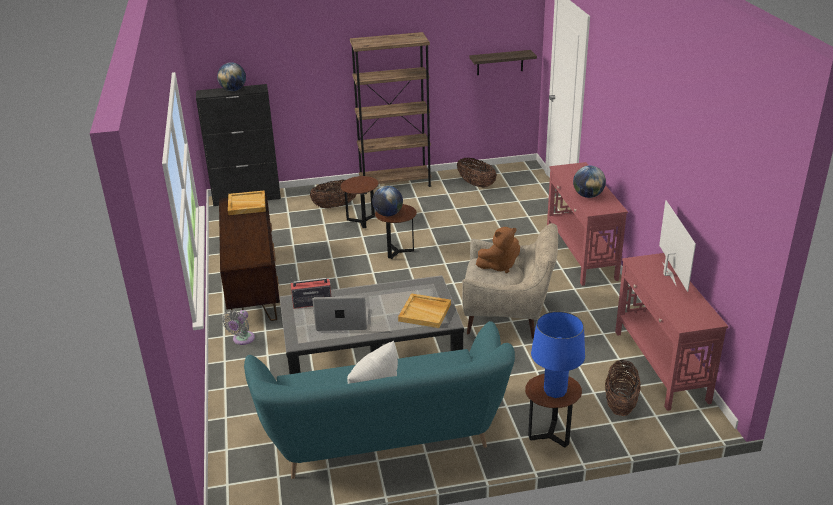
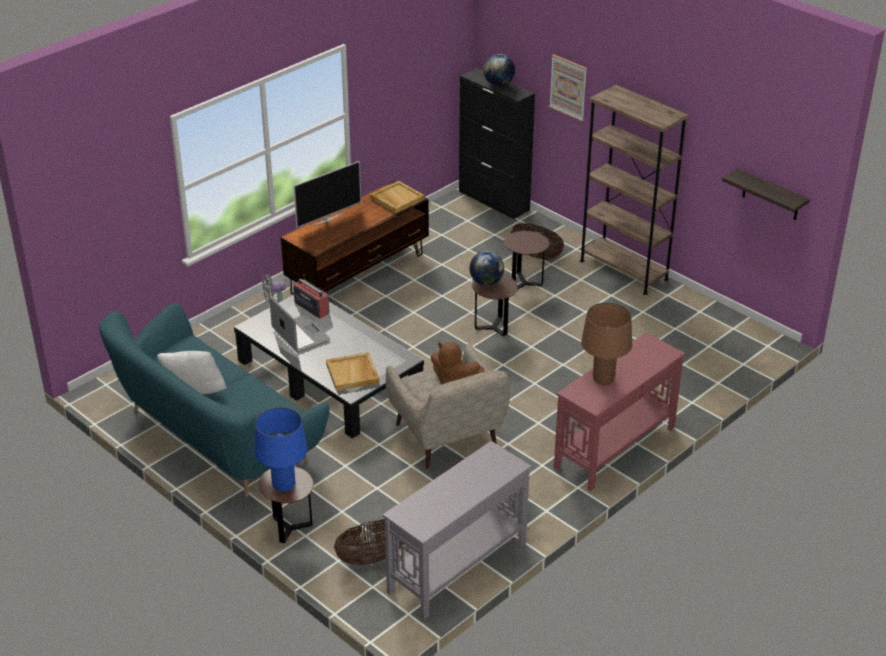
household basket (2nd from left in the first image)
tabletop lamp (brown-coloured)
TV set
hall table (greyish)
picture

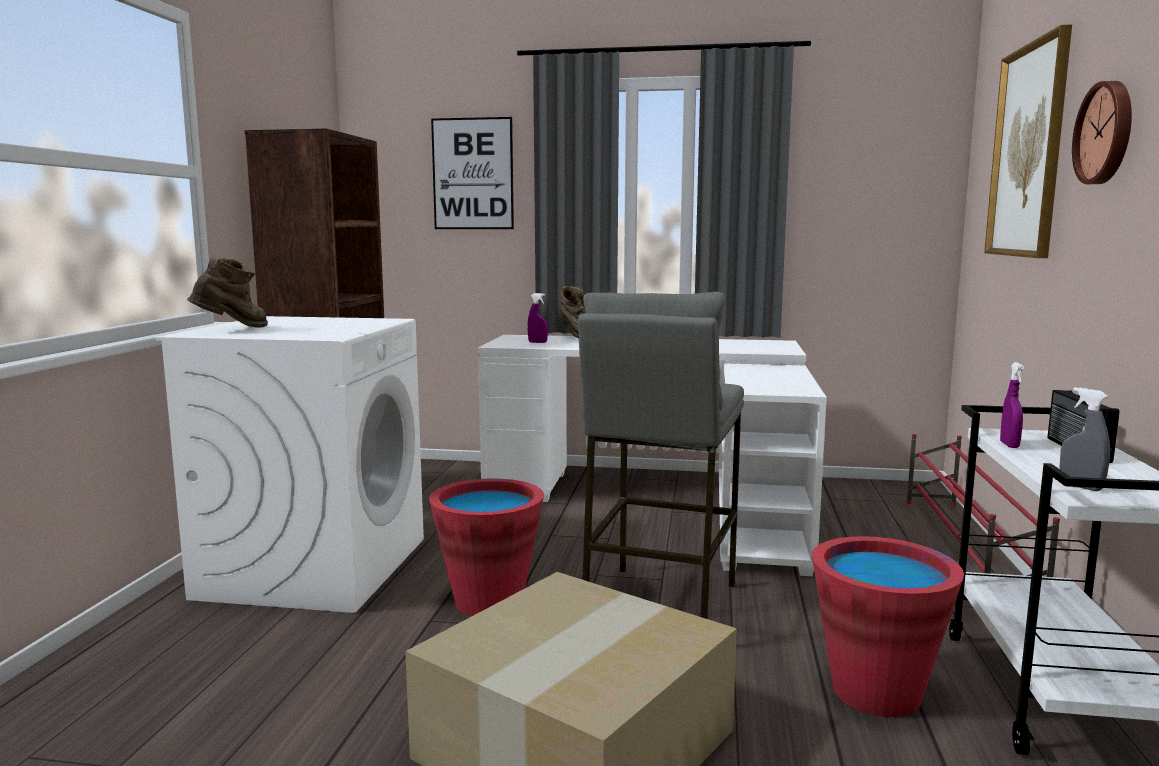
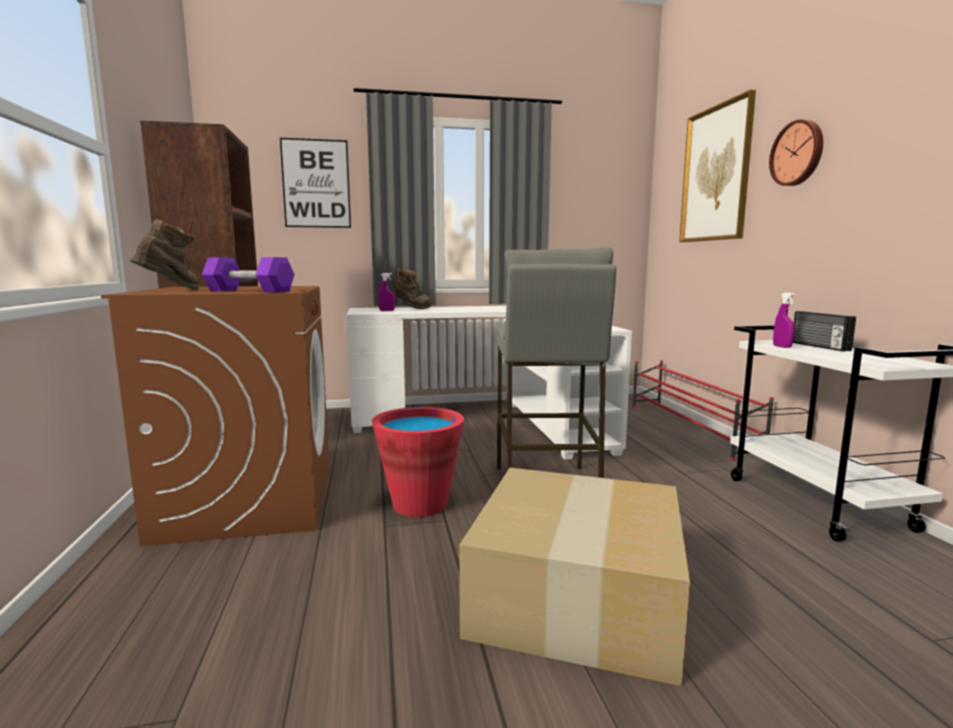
laundry machine (brown-coloured)
sprayer (greyish)
pail (red) (2nd from left in the first image)
hand weight (purple)

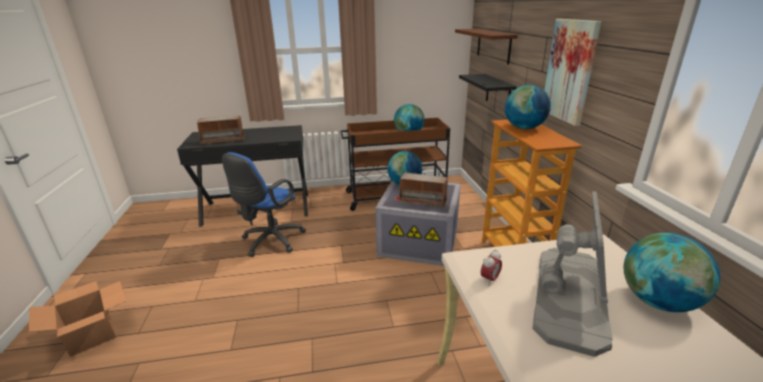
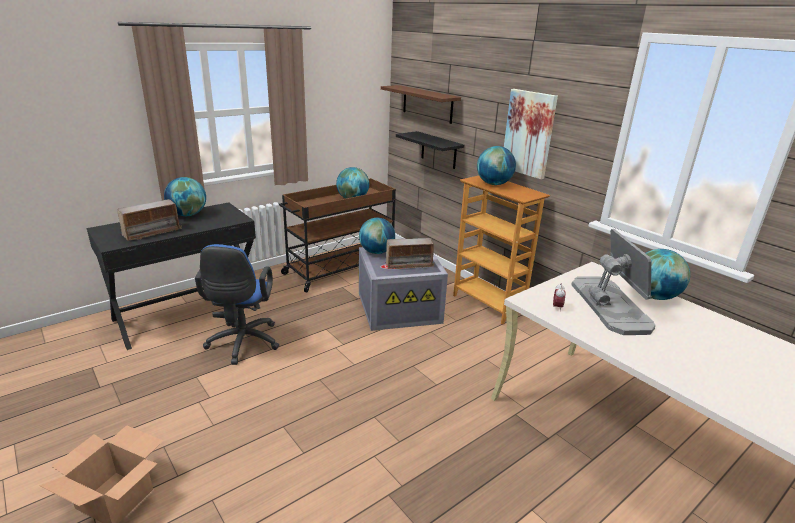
world globe (1st from left)

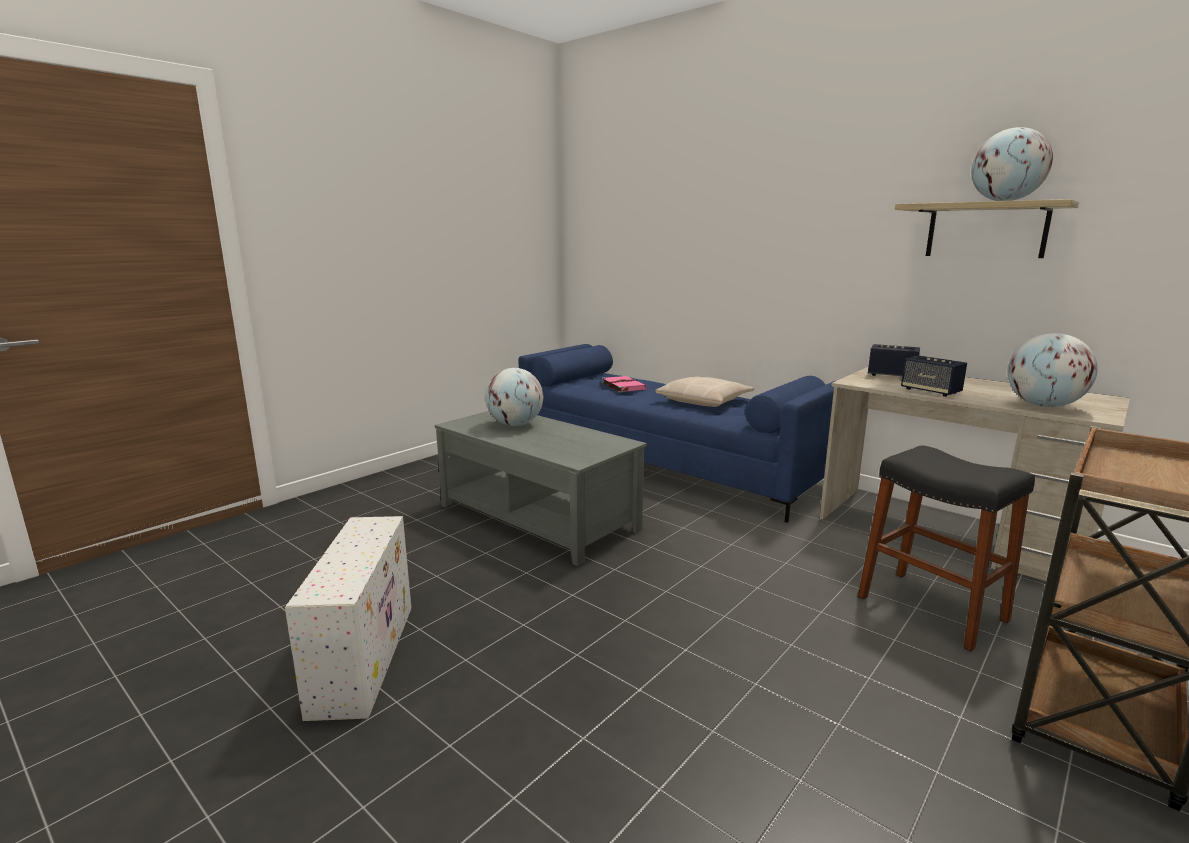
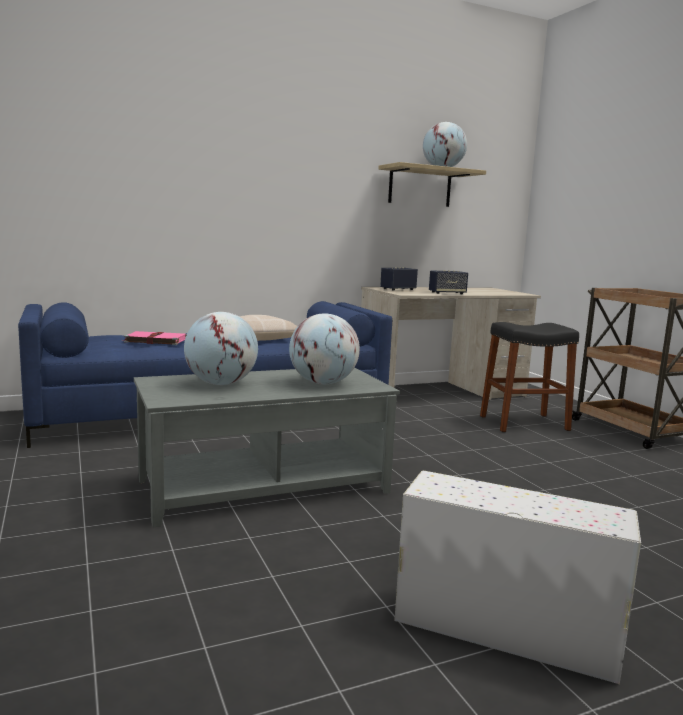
world globe (2nd from left)

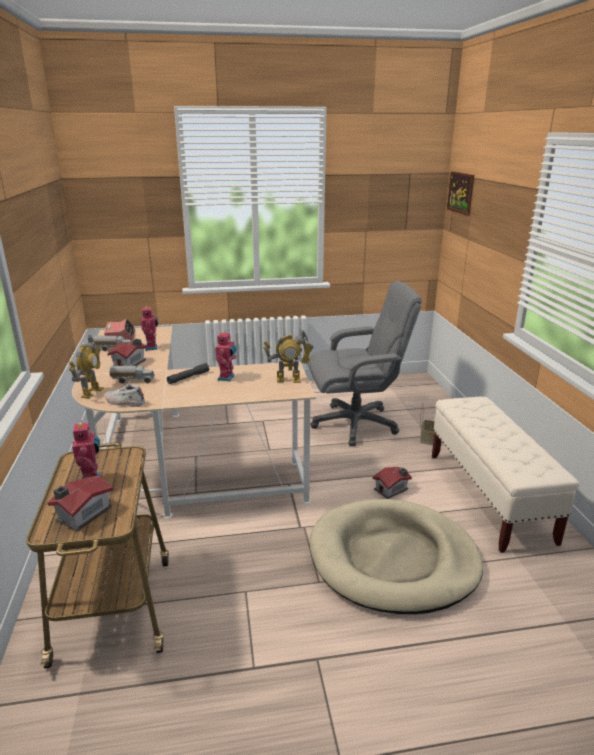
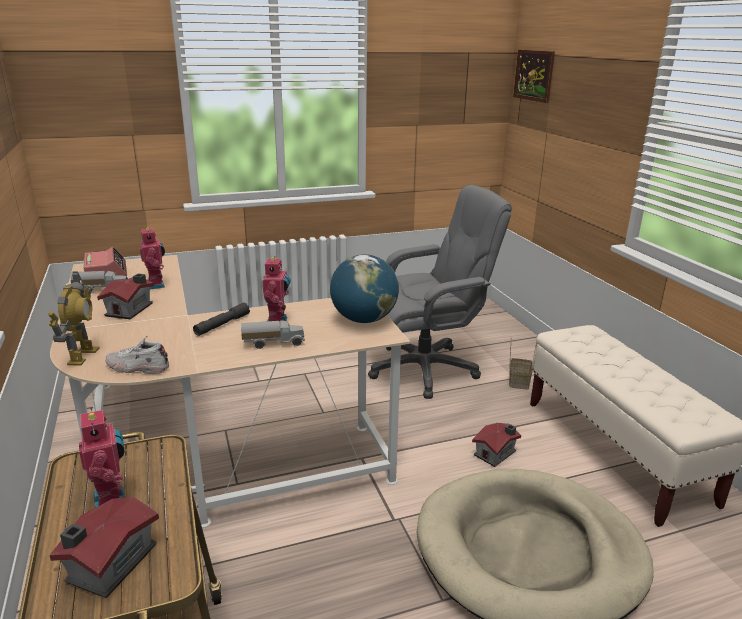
world globe
toy truck (2nd from left)

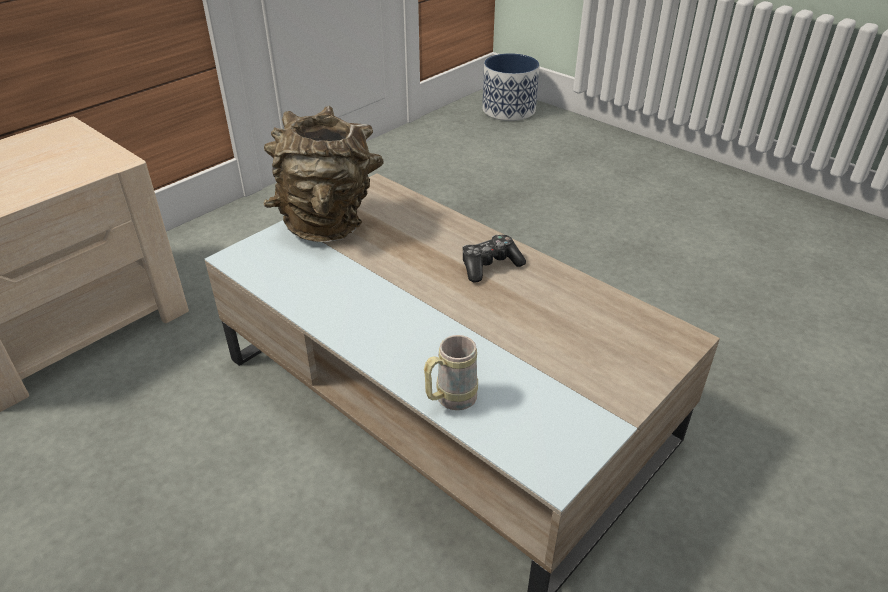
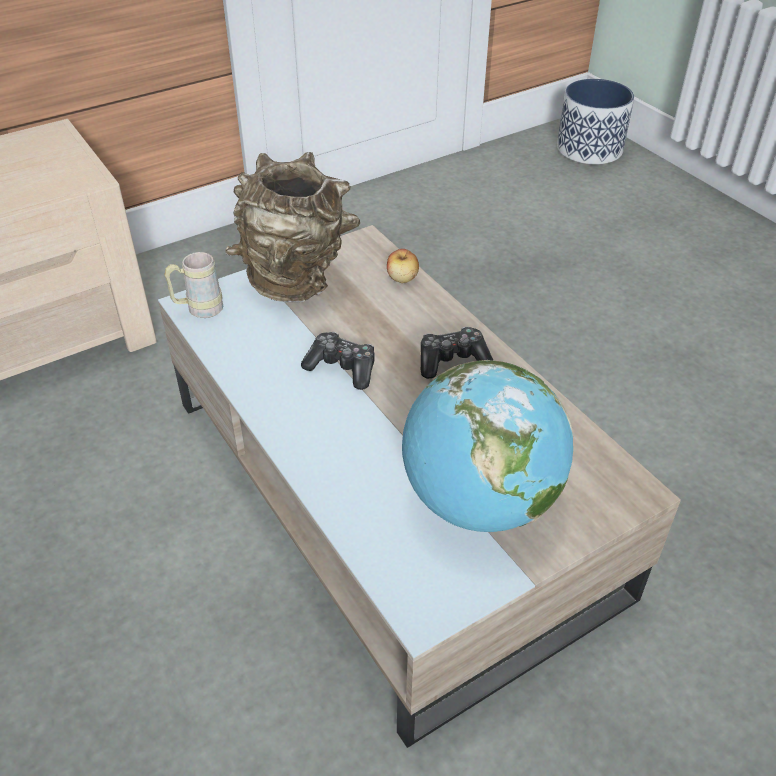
mug (sand-coloured)
apple
joypad (1st from left)
world globe

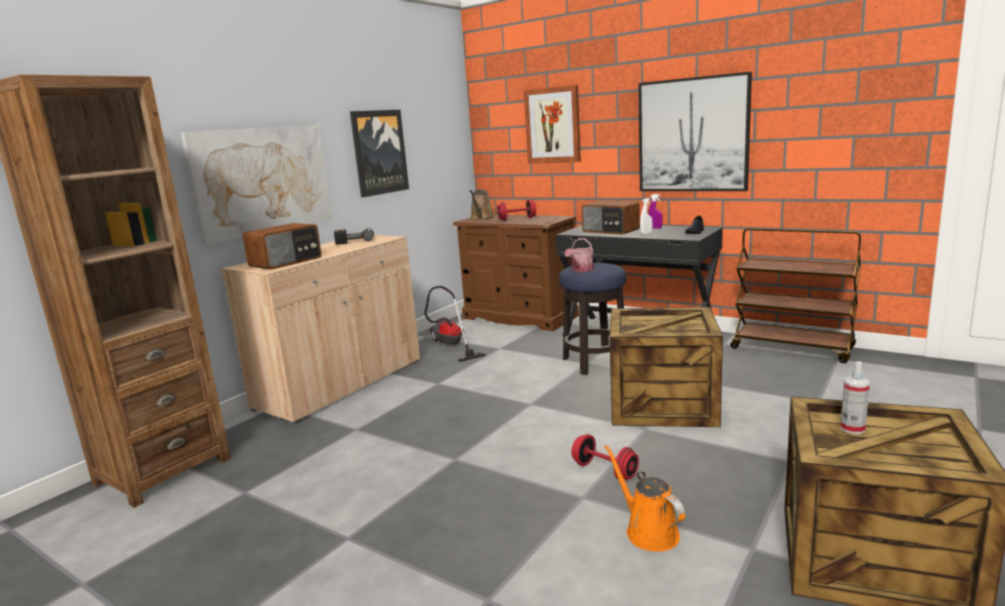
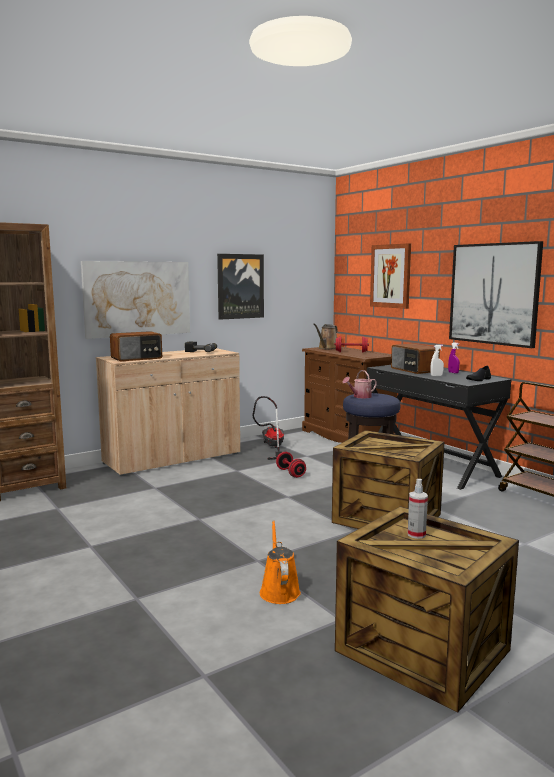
hand weight (red) (1st from left)

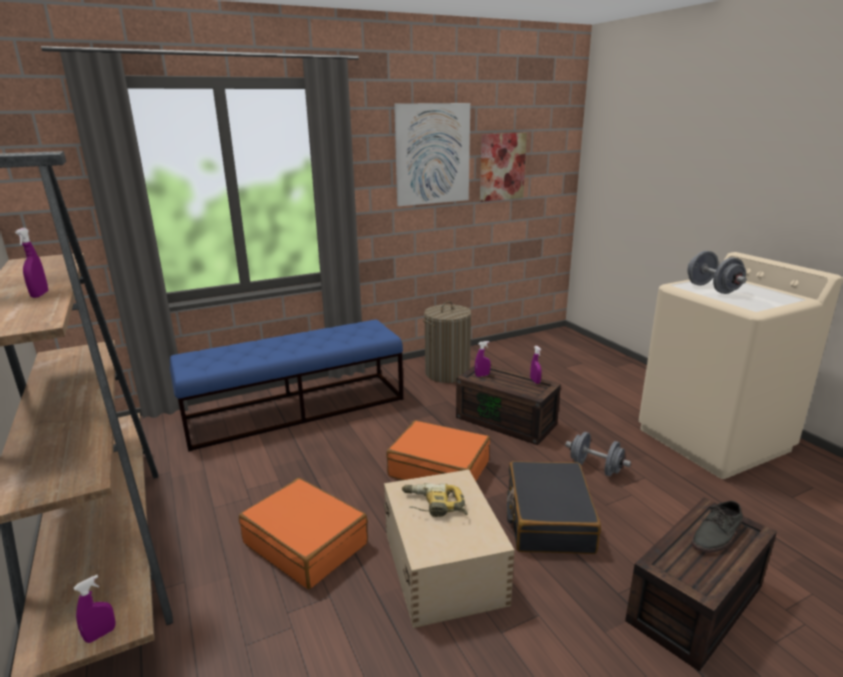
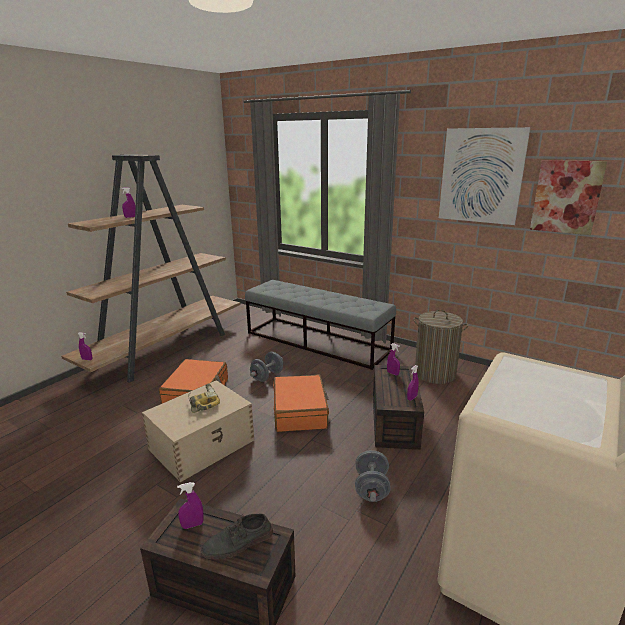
hand weight (greyish) (1st from left)
long seat (greyish)
travel case (blackish)
low shoe (greyish)
sprayer (purple) (3rd from left)

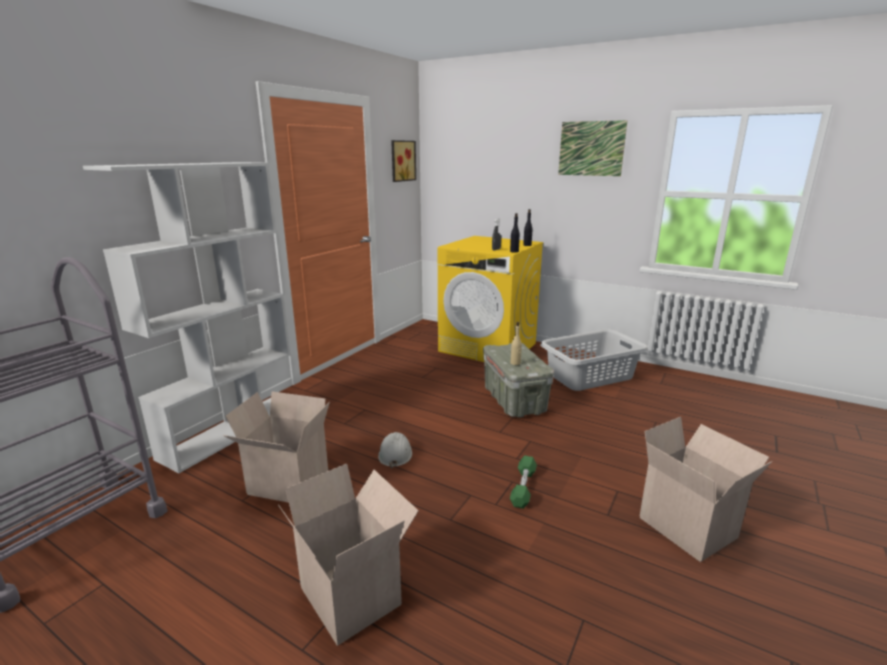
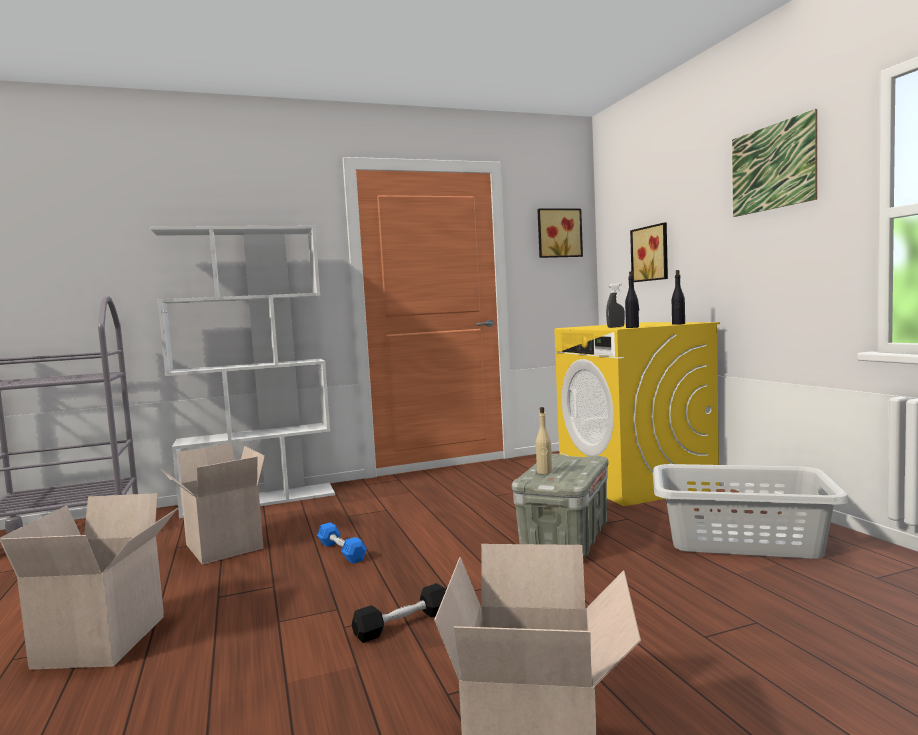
hand weight (bluish)
hand weight (blackish)
picture (2nd from left)

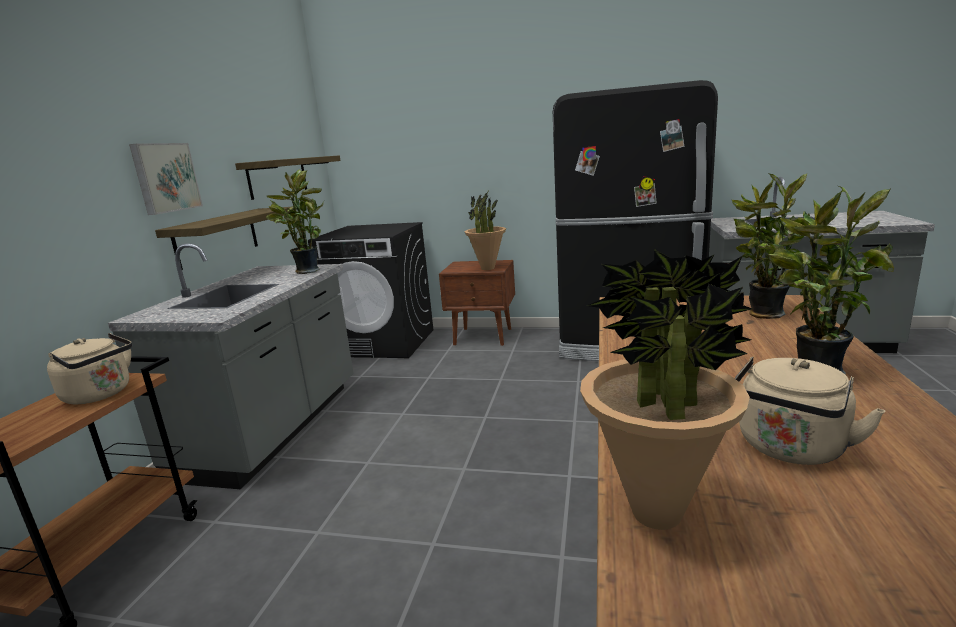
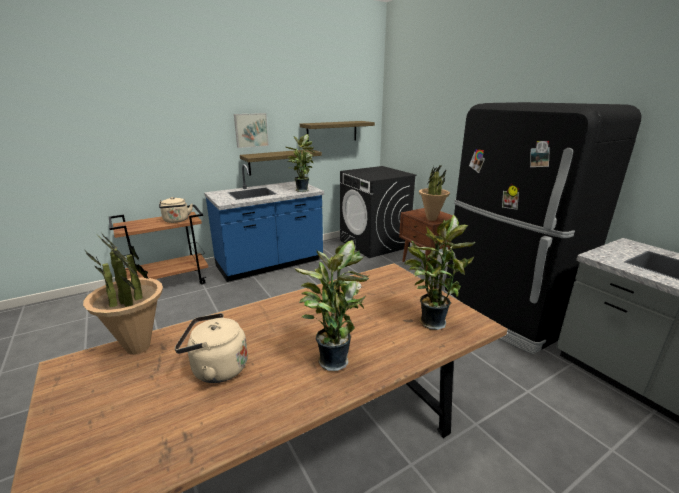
kitchen counter (bluish)

